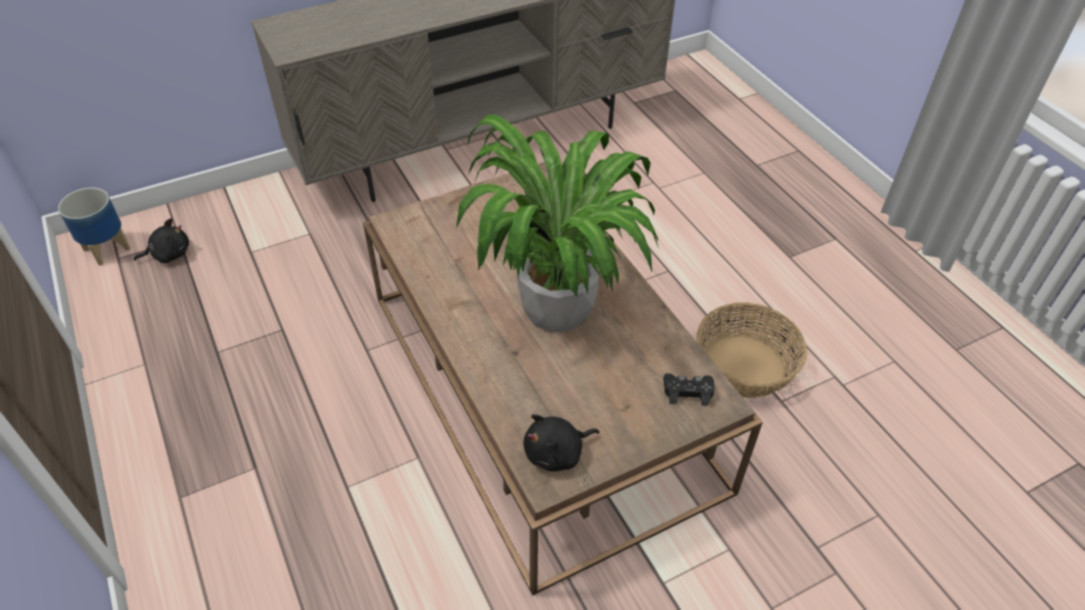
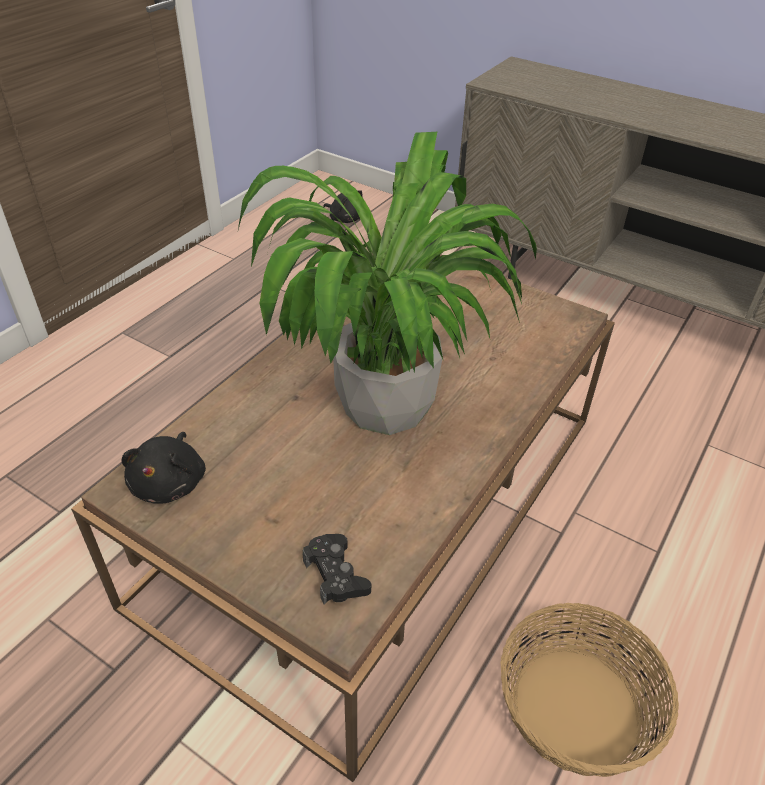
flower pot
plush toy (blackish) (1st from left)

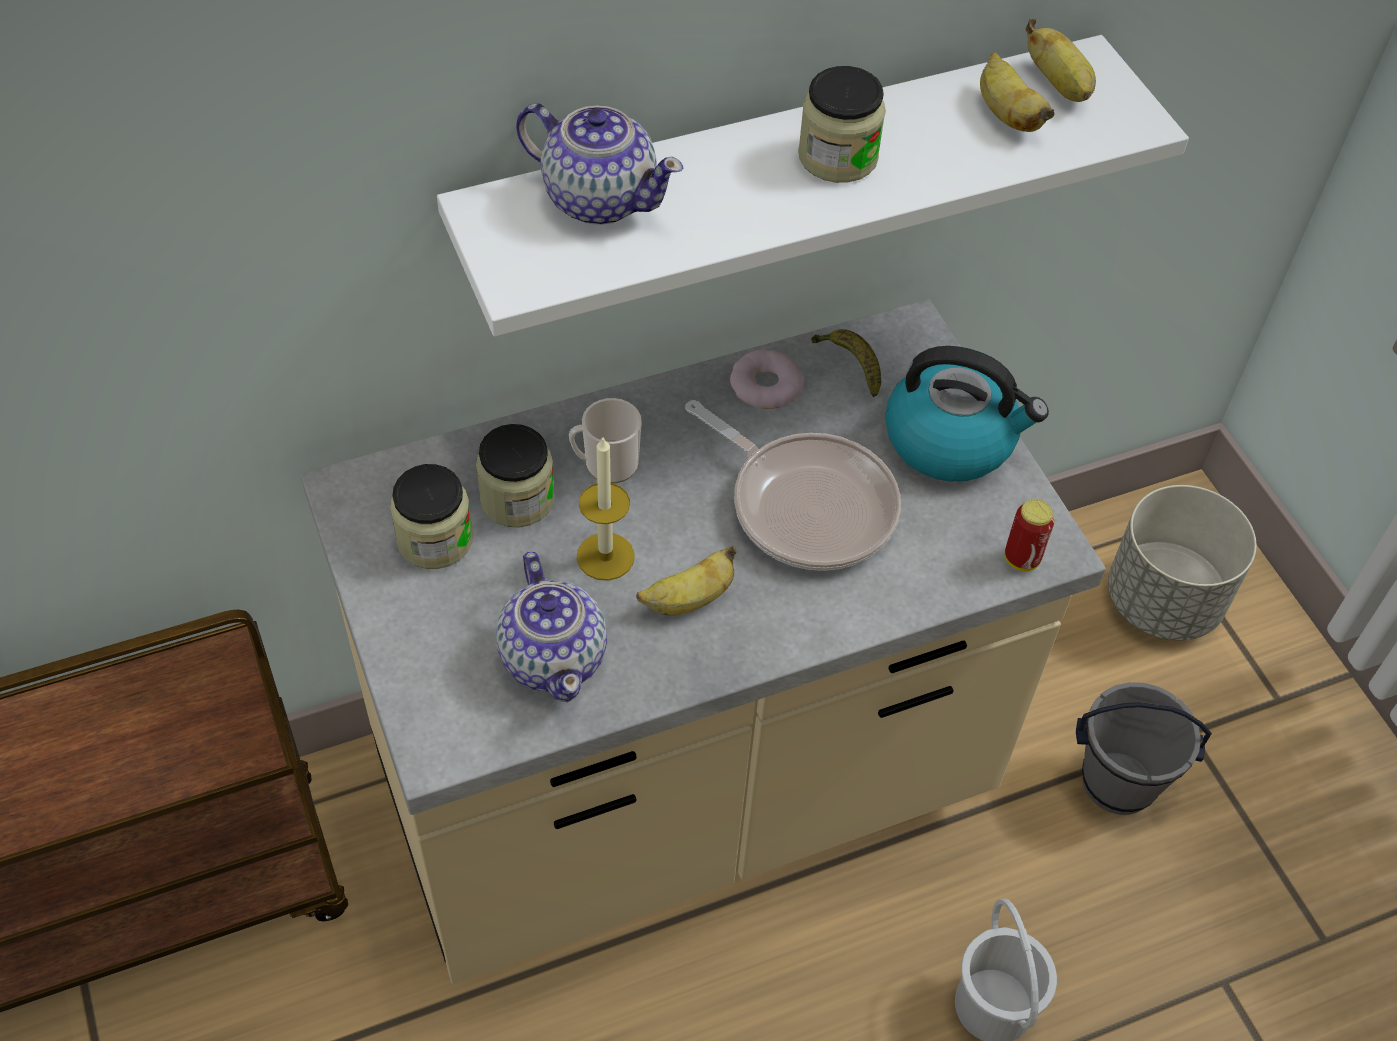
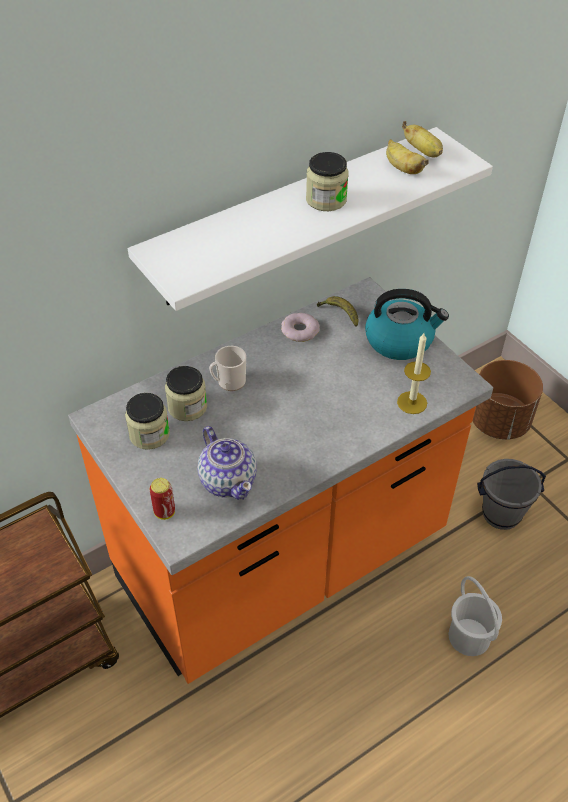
teapot (2nd from left in the first image)
kitchen counter (orangey)
pan
candle
flower pot (brown-coloured)
metal can
whole banana (1st from left in the first image)

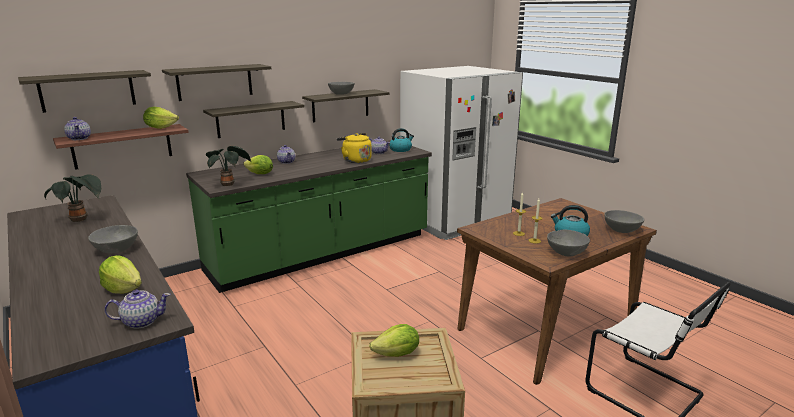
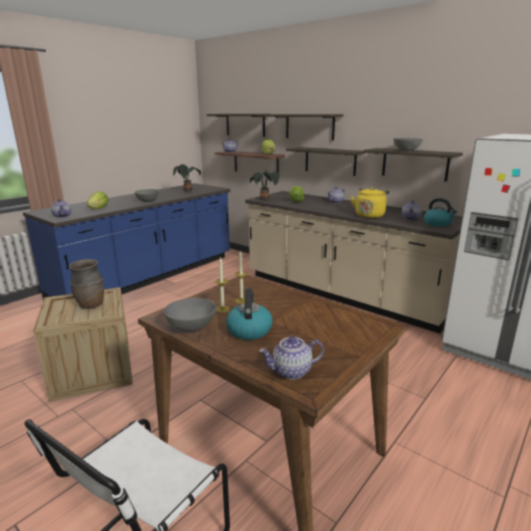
kitchen counter (sand-coloured)
teapot (3rd from left)
vase (brown-coloured)

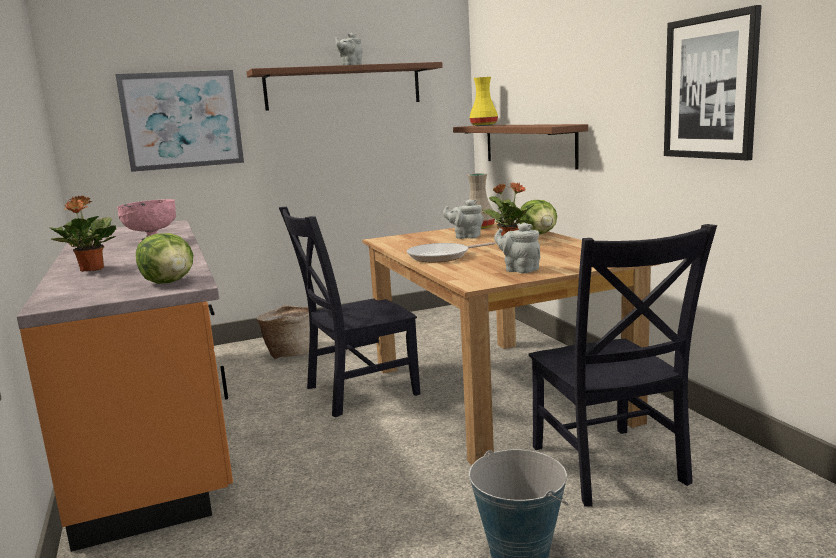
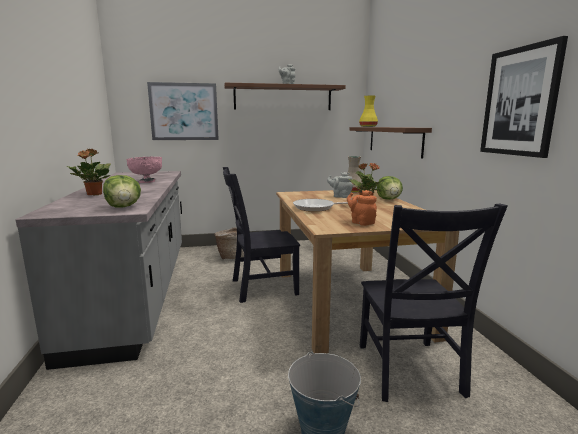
kitchen counter (greyish)
teapot (orangey)

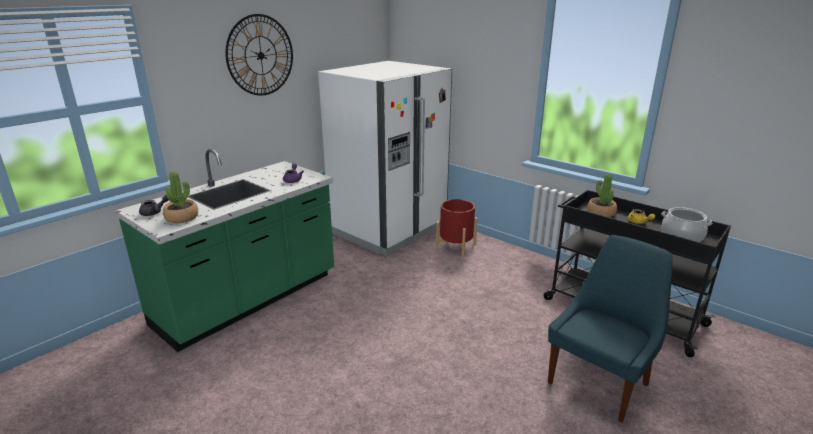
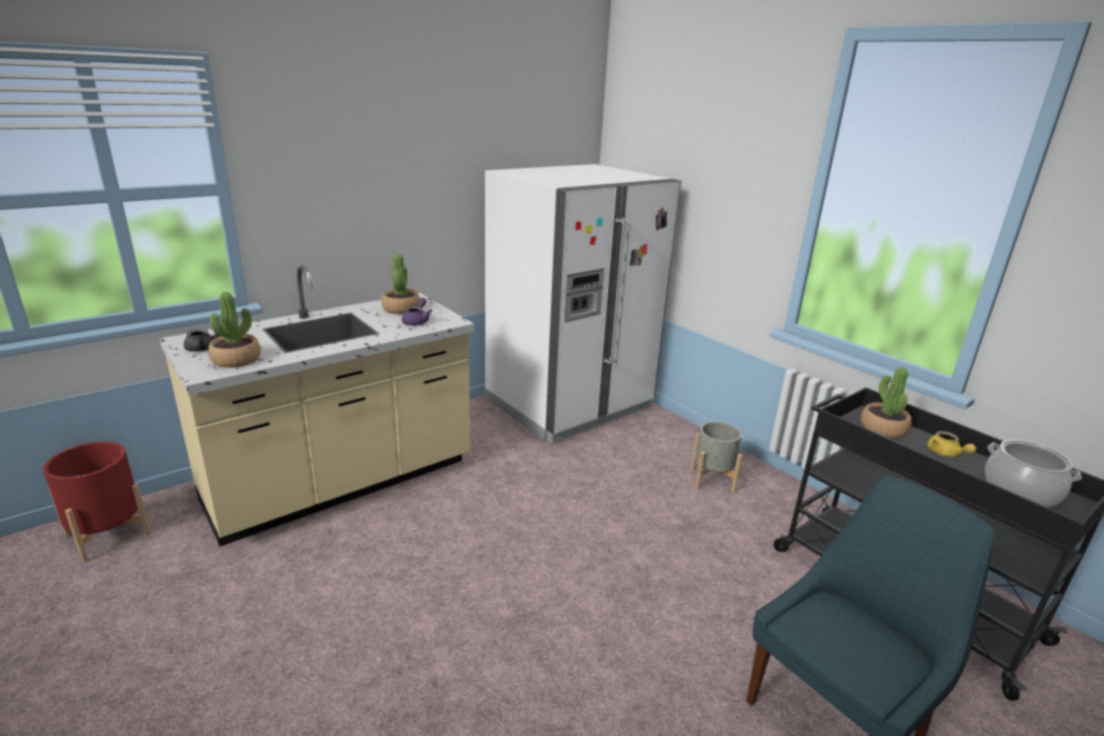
clock on the wall
kitchen counter (sand-coloured)
flower pot (red)
houseplant (2nd from left)
flower pot (greyish)

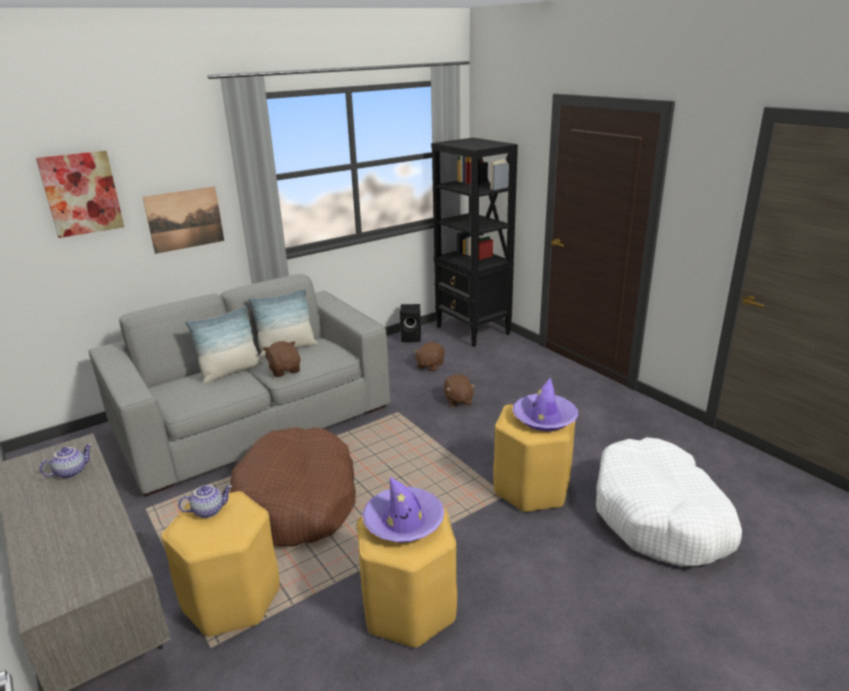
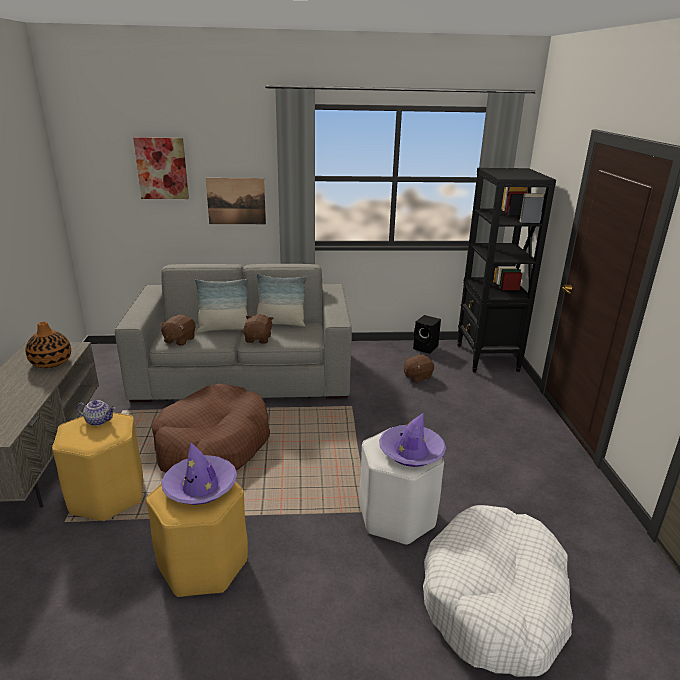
plush toy (brown-coloured) (1st from left)
sitting stool (white-coloured)
vase

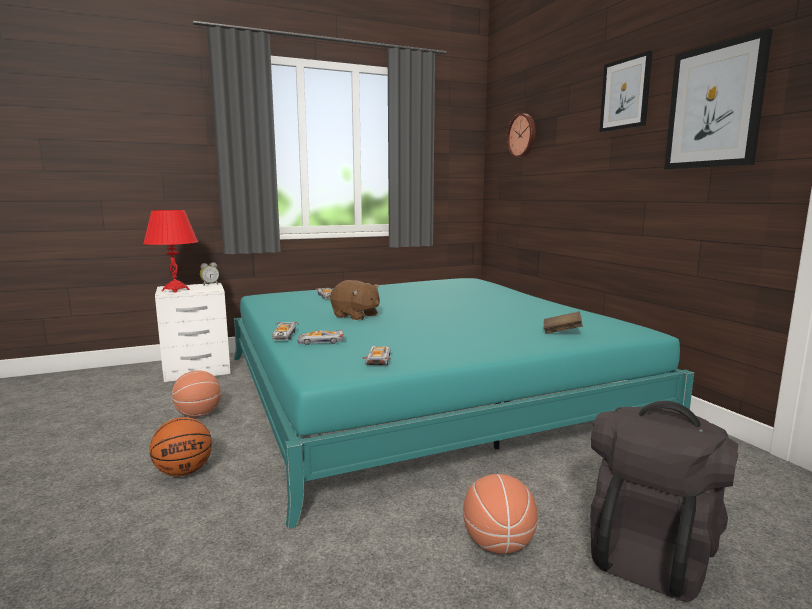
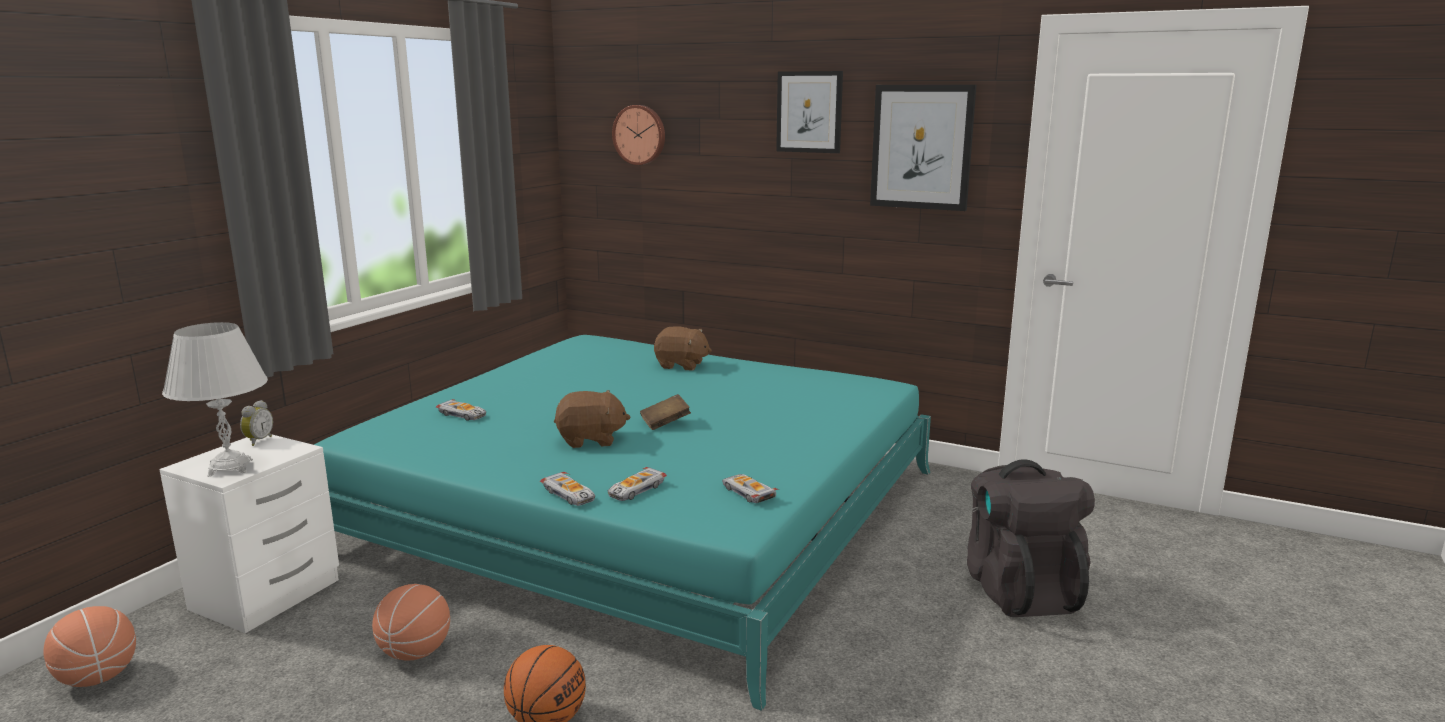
tabletop lamp (white-coloured)
book (brown-coloured)
basketball ball (1st from left)
plush toy (brown-coloured) (2nd from left)

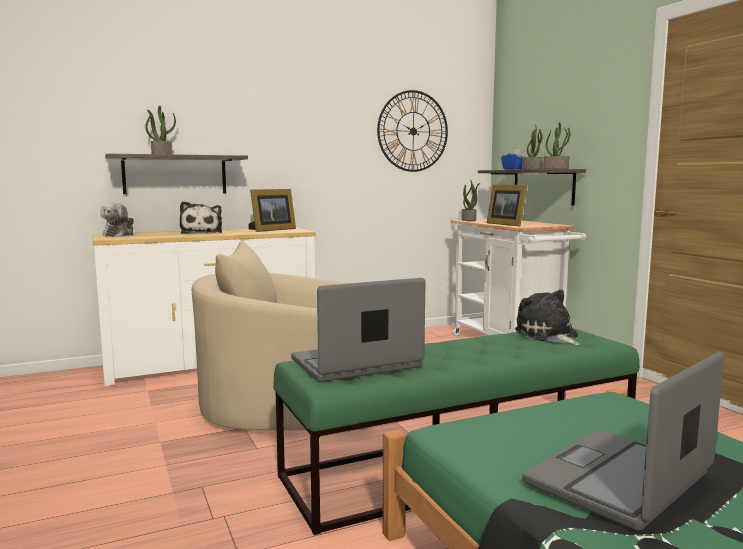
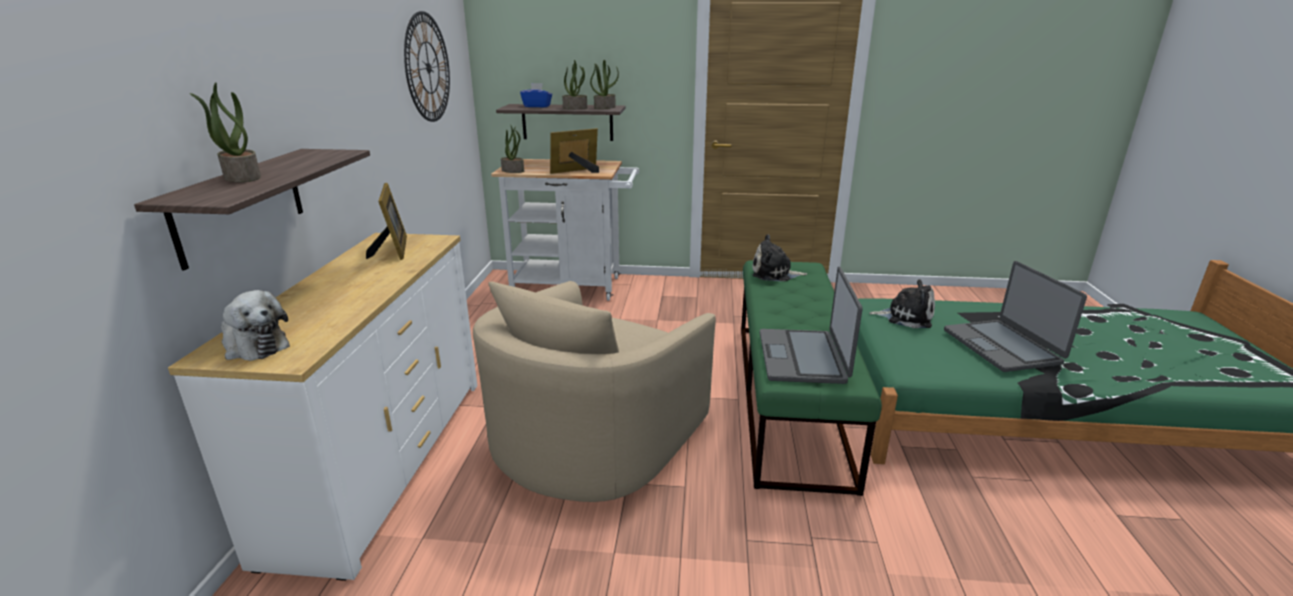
standing frame (2nd from left)
plush toy (3rd from left)

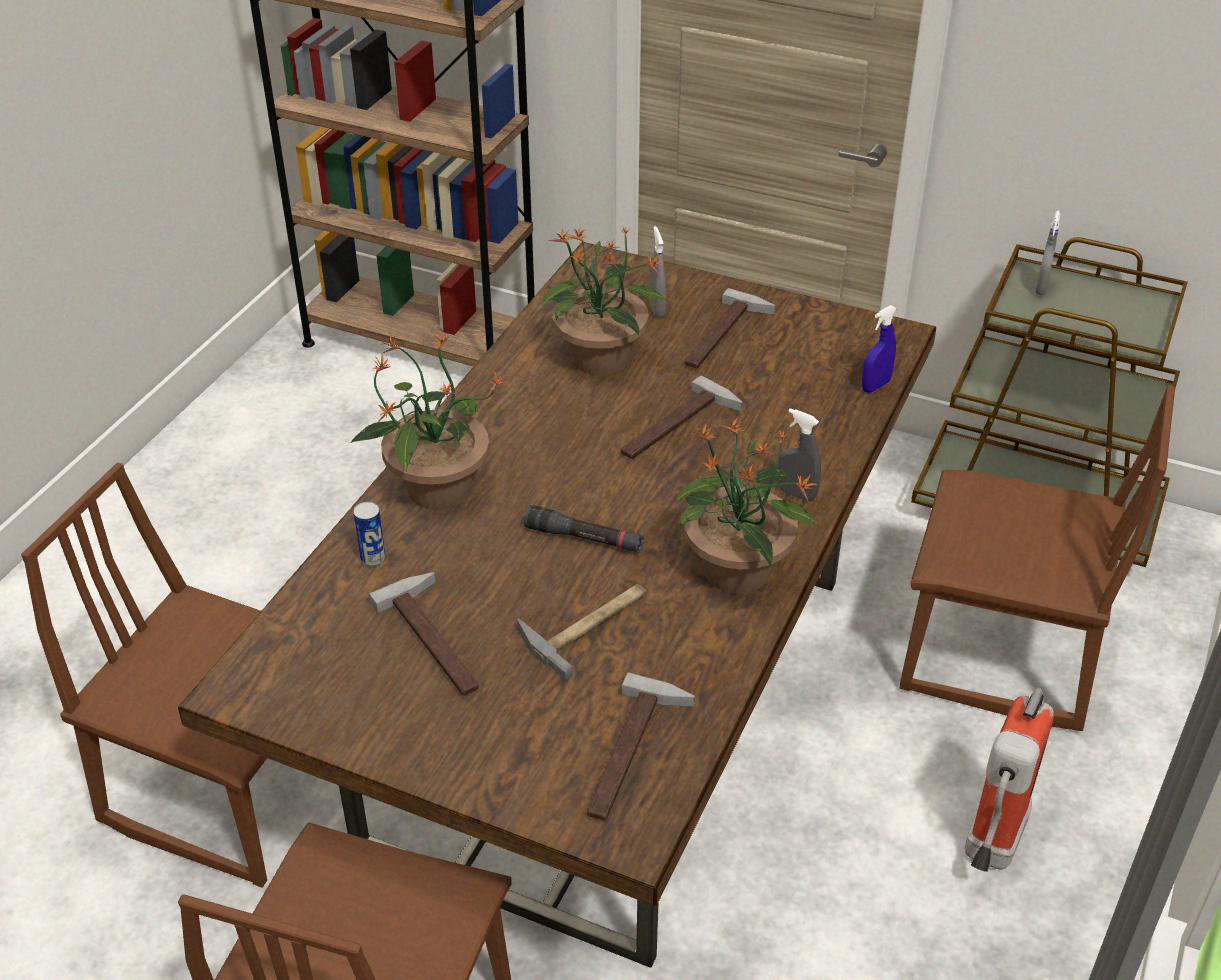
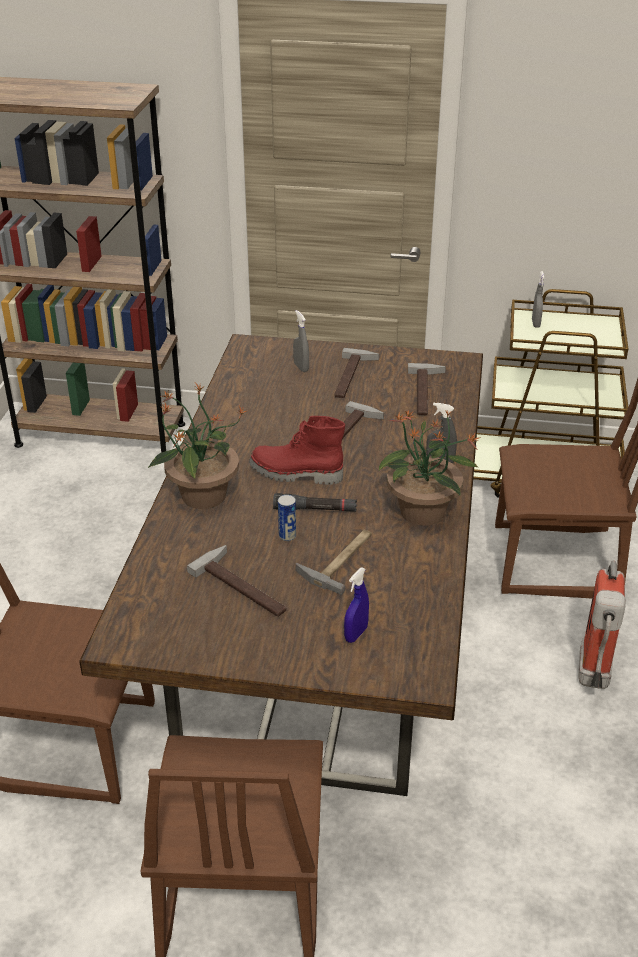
houseplant (2nd from left in the first image)
sprayer (bluish)
metal can
hand hammer (5th from left)
tall boot (red)

